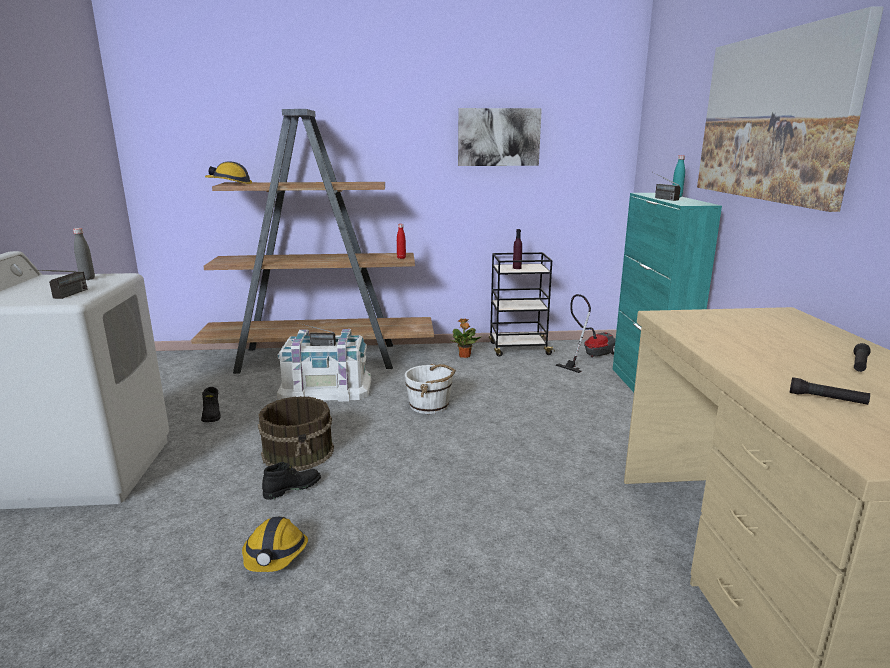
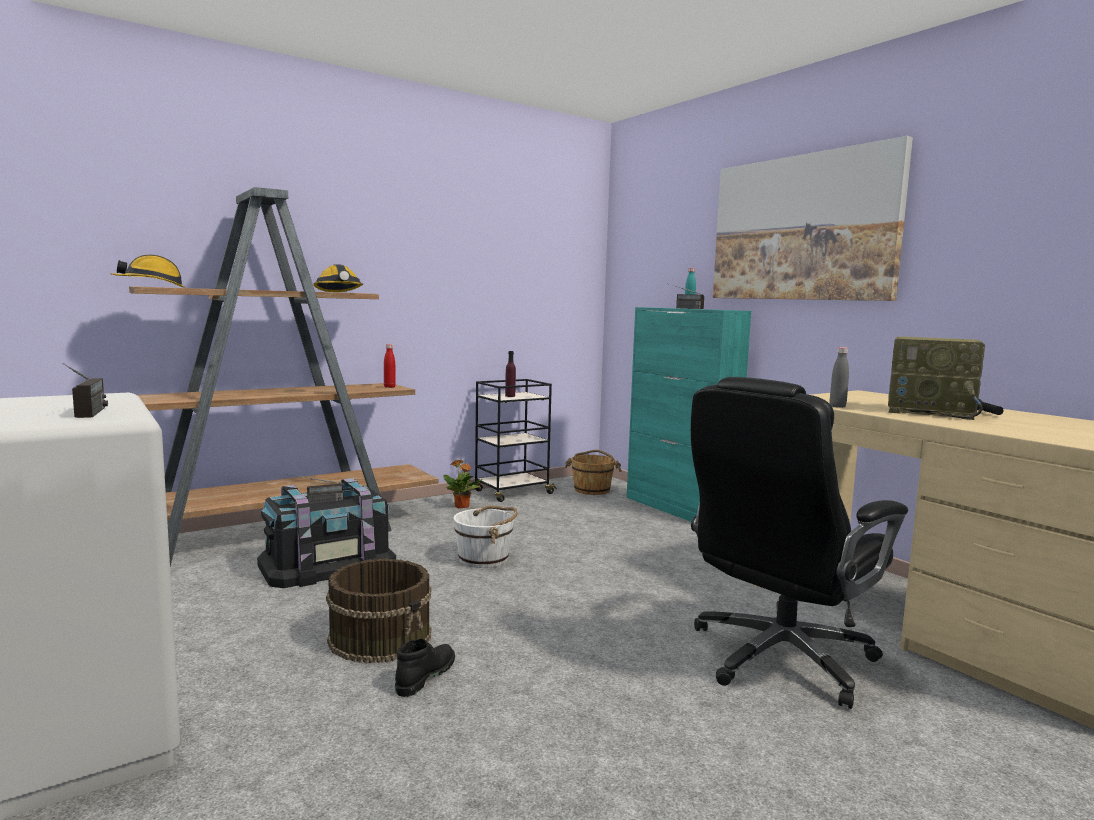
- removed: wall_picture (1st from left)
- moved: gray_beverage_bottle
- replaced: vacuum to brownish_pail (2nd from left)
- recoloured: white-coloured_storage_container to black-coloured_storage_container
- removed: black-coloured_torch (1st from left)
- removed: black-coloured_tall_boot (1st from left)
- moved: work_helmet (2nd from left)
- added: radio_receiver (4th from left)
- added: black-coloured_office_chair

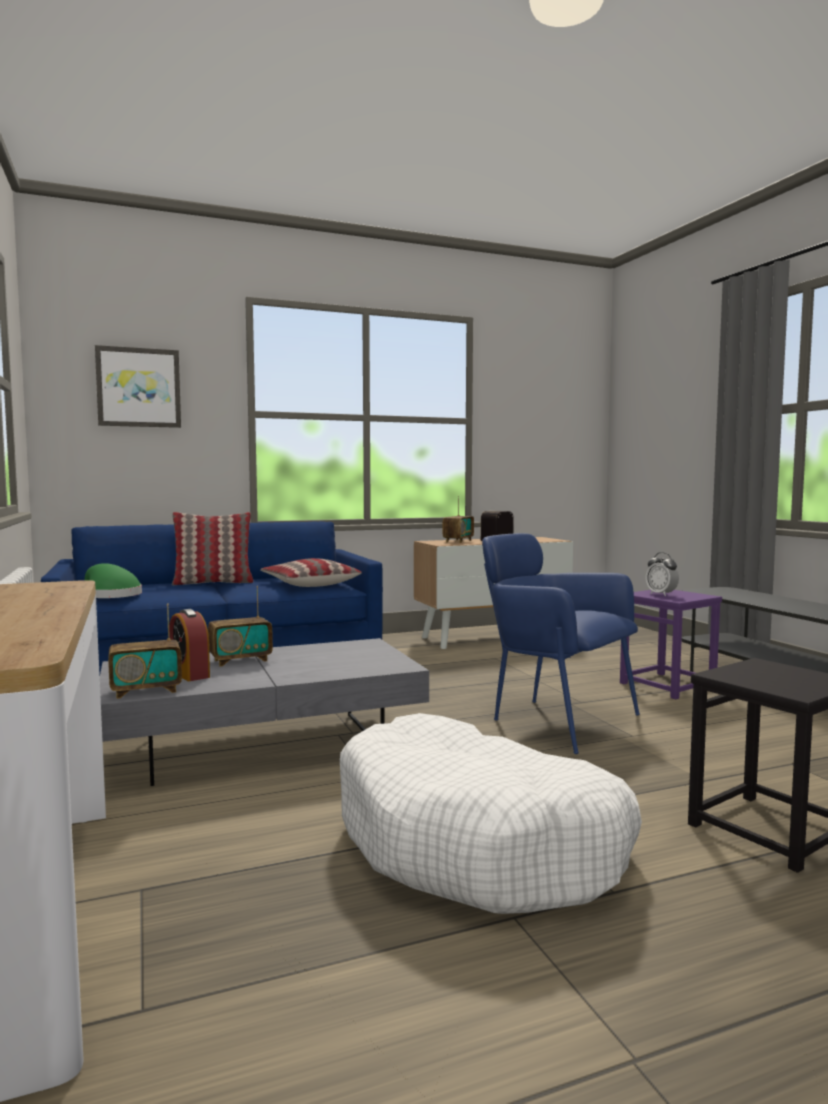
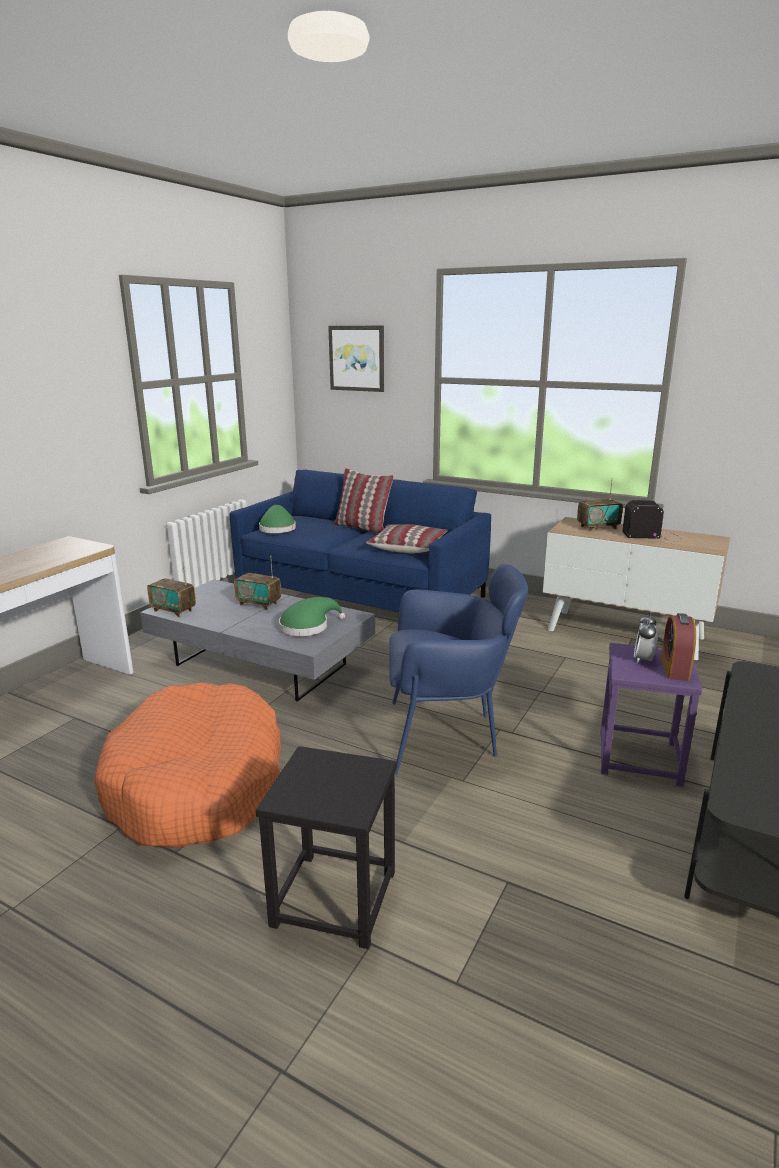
- turned: blue_easy_chair 90 degrees clockwise
- moved: table_clock (1st from left in the first image) to table_clock (2nd from left)
- recoloured: white-coloured_dog_bed to orange_dog_bed
- added: green_wearable_hat (2nd from left)

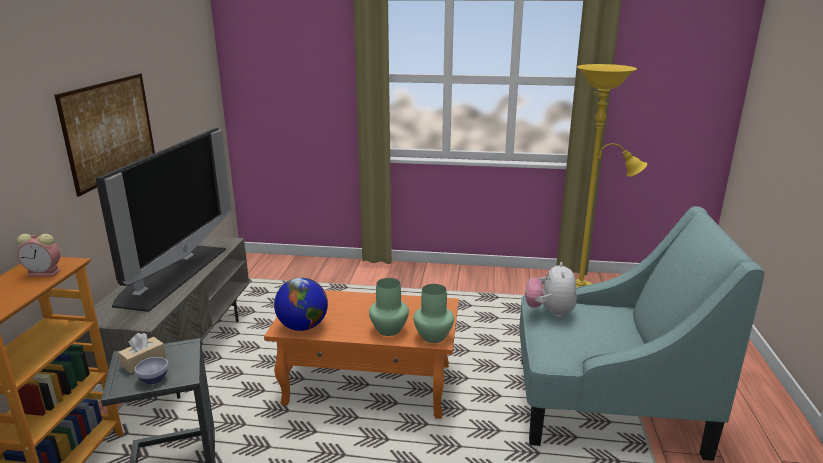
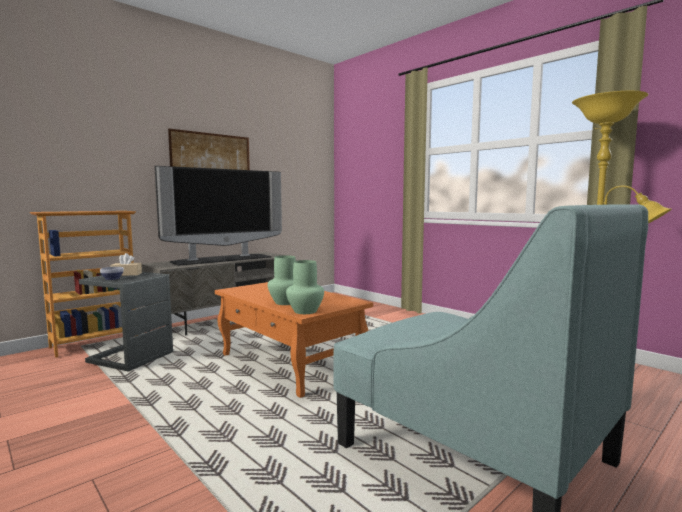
- removed: table_clock
- removed: cuddly_toy
- removed: world_globe

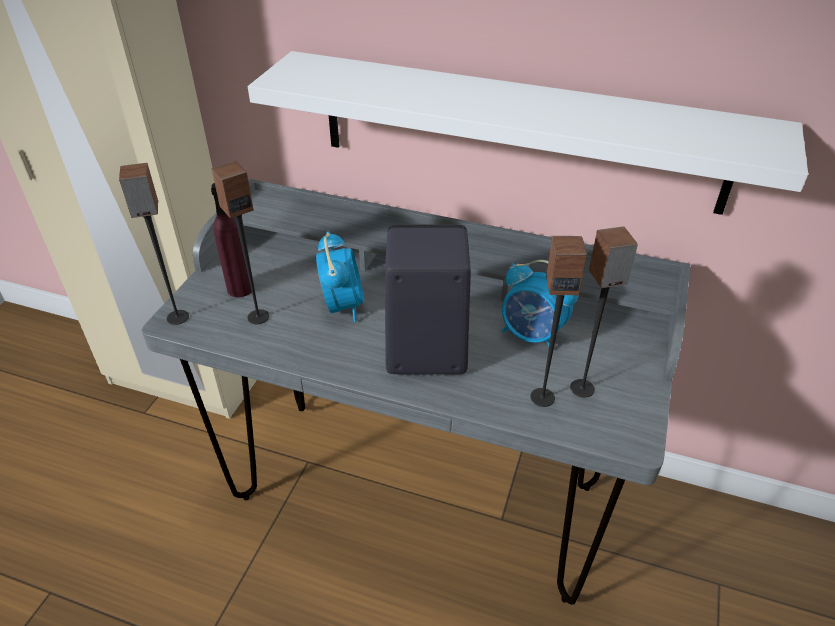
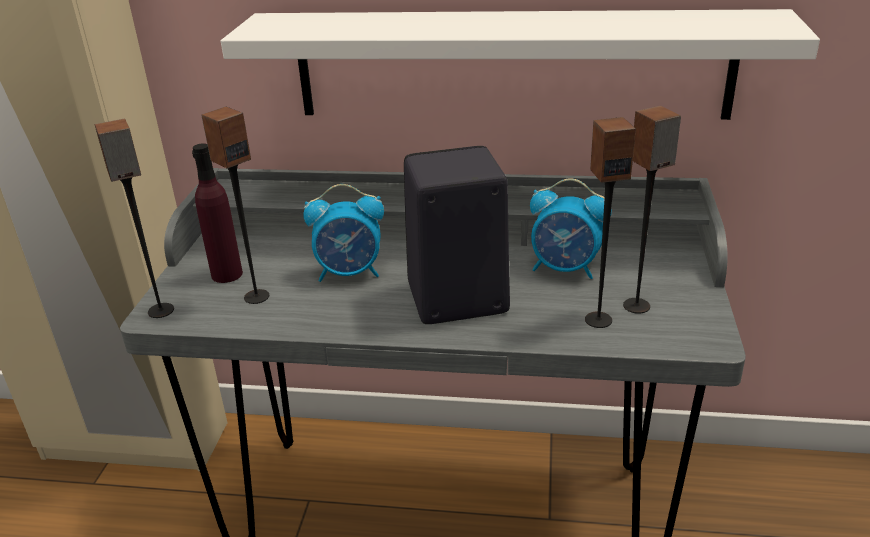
- turned: table_clock (1st from left) 105 degrees clockwise

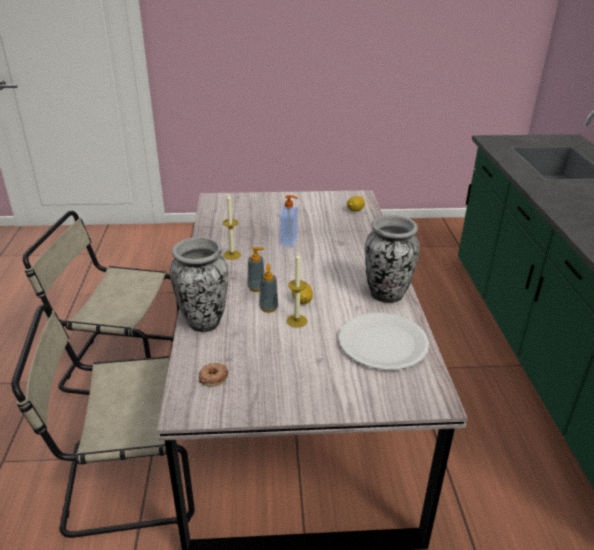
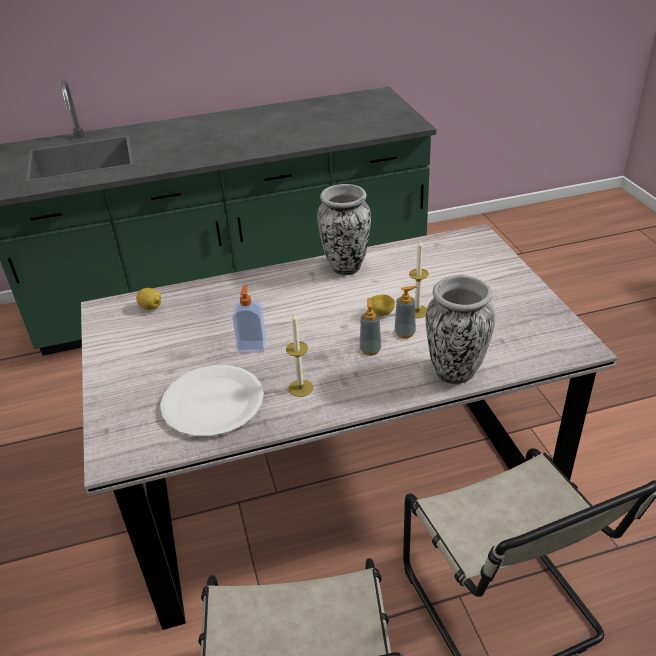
- moved: white-coloured_plate
- removed: doughnut

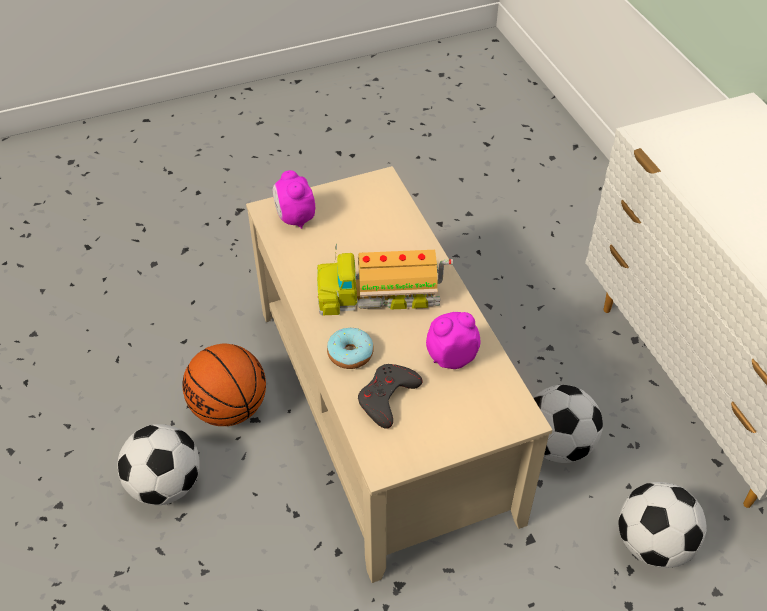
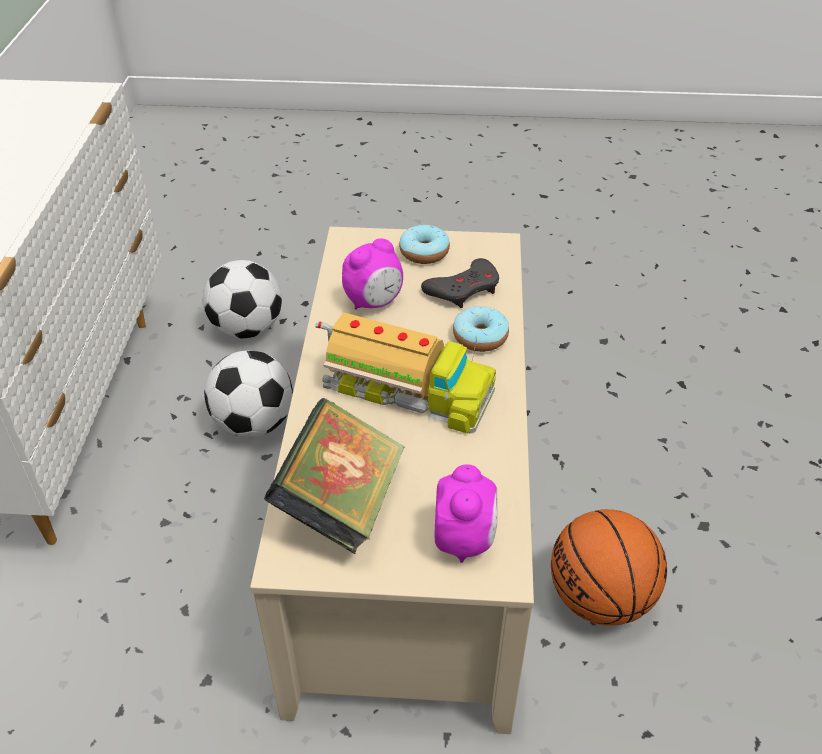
- turned: table_clock (2nd from left in the first image) 45 degrees counterclockwise
- removed: football_ball (1st from left)
- added: doughnut (1st from left)
- added: volume

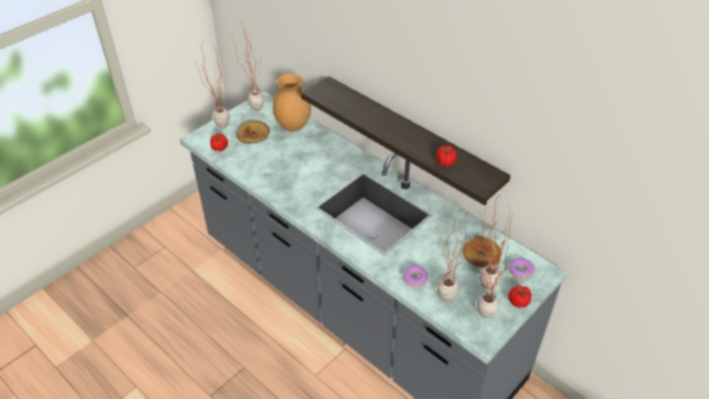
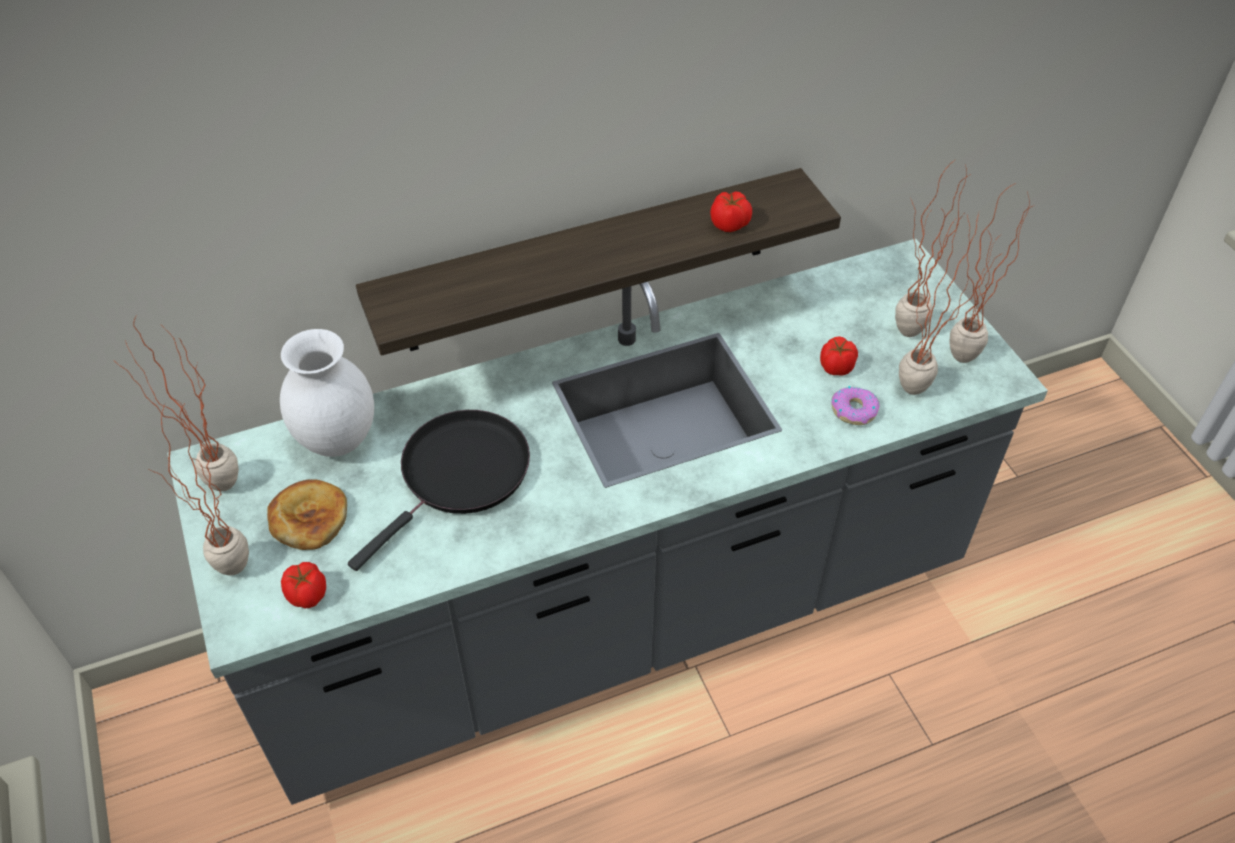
- recoloured: brownish_flower_vase to white-coloured_flower_vase
- removed: baked_bread (2nd from left)
- removed: doughnut (2nd from left)
- moved: tomato (3rd from left)
- added: black-coloured_pan

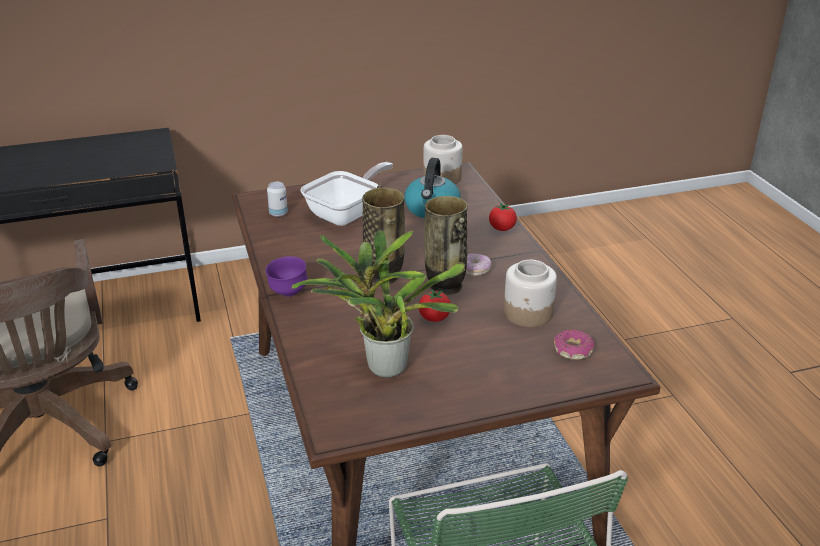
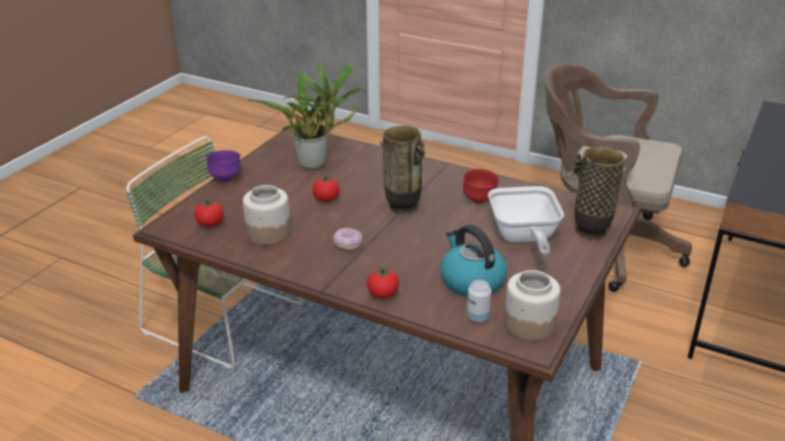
- moved: sealed_can
- moved: flower_vase (2nd from left)
- moved: purple-coloured_bowl
- replaced: doughnut (2nd from left) to tomato (1st from left)
- added: reddish_bowl

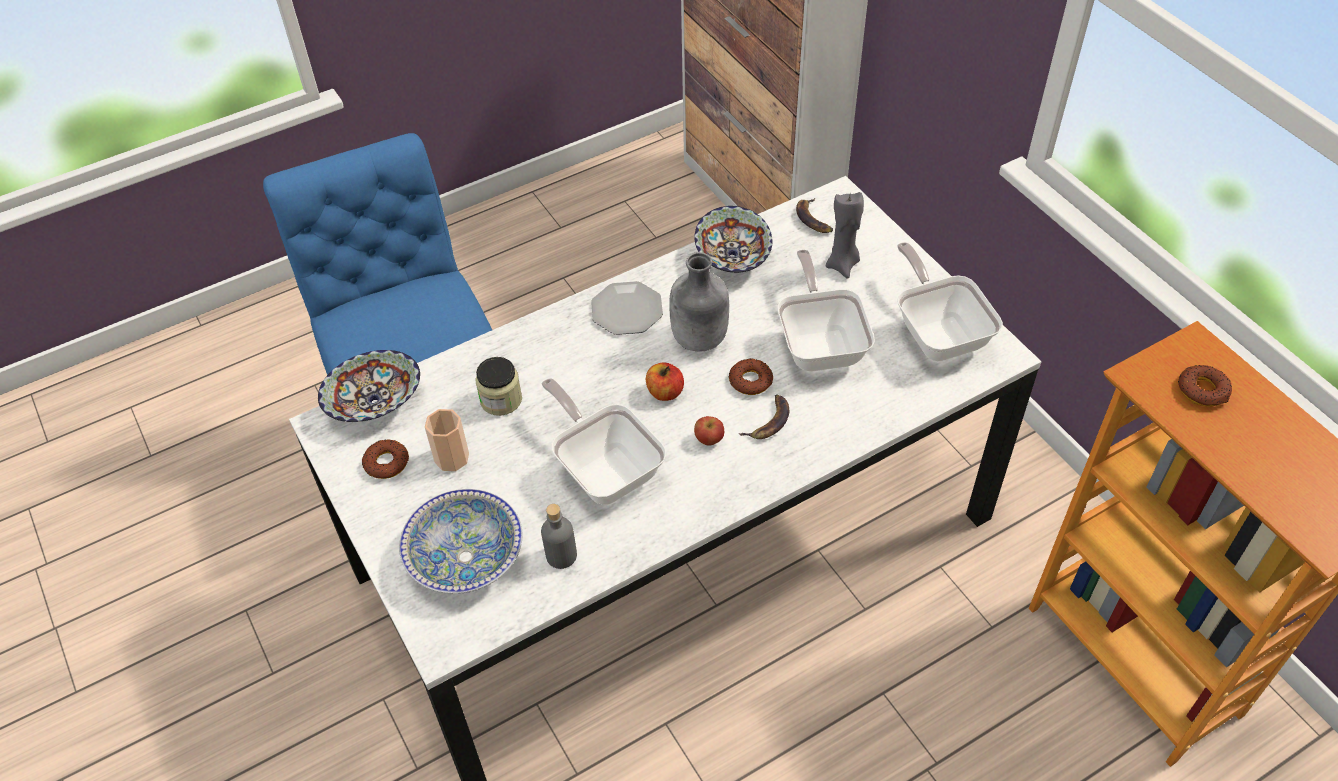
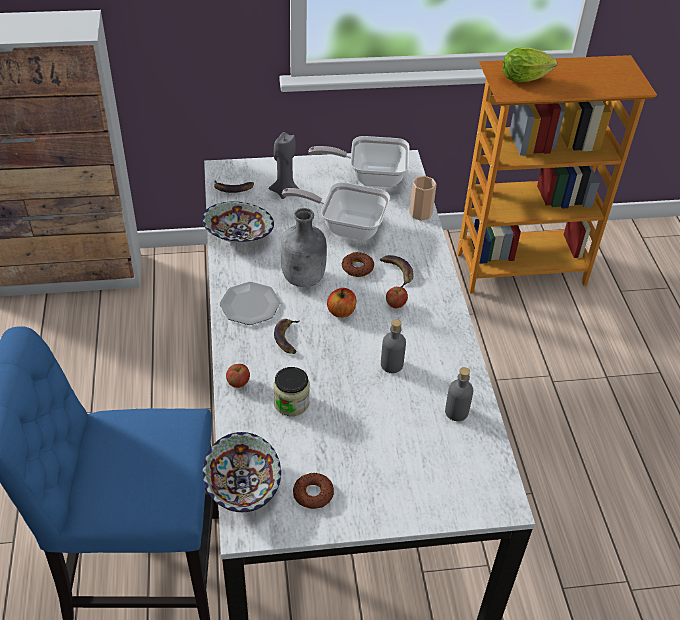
- replaced: doughnut (3rd from left) to lettuce
- replaced: pan (1st from left) to gray_beverage_bottle (2nd from left)
- moved: cup
- removed: bowl (2nd from left)
- added: whole_banana (2nd from left)
- added: apple (1st from left)

